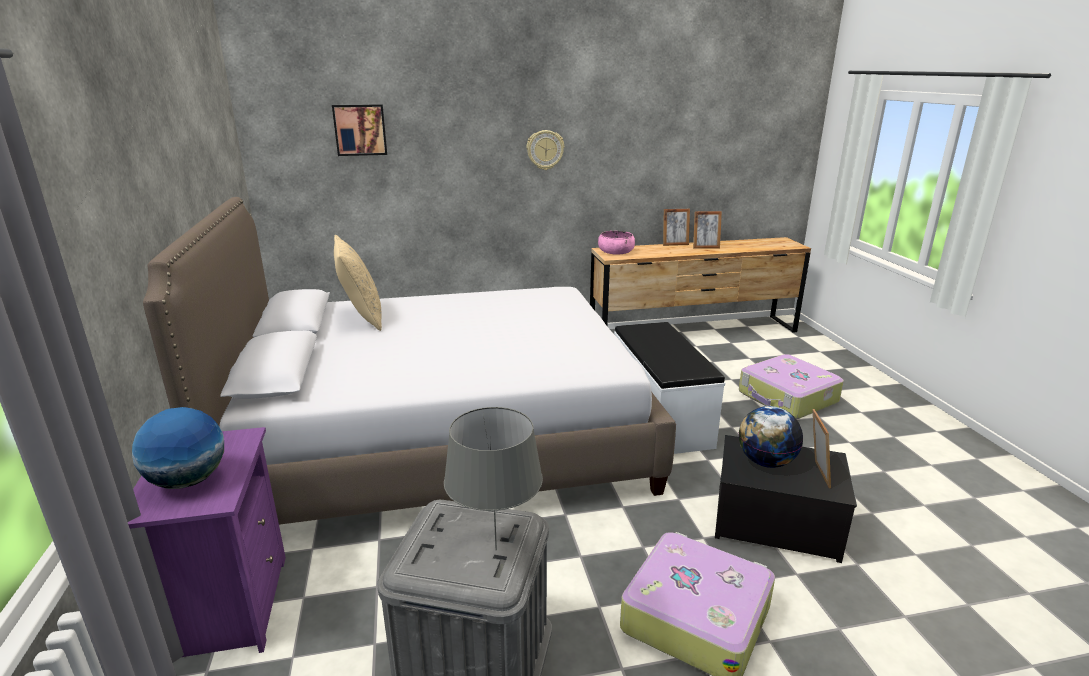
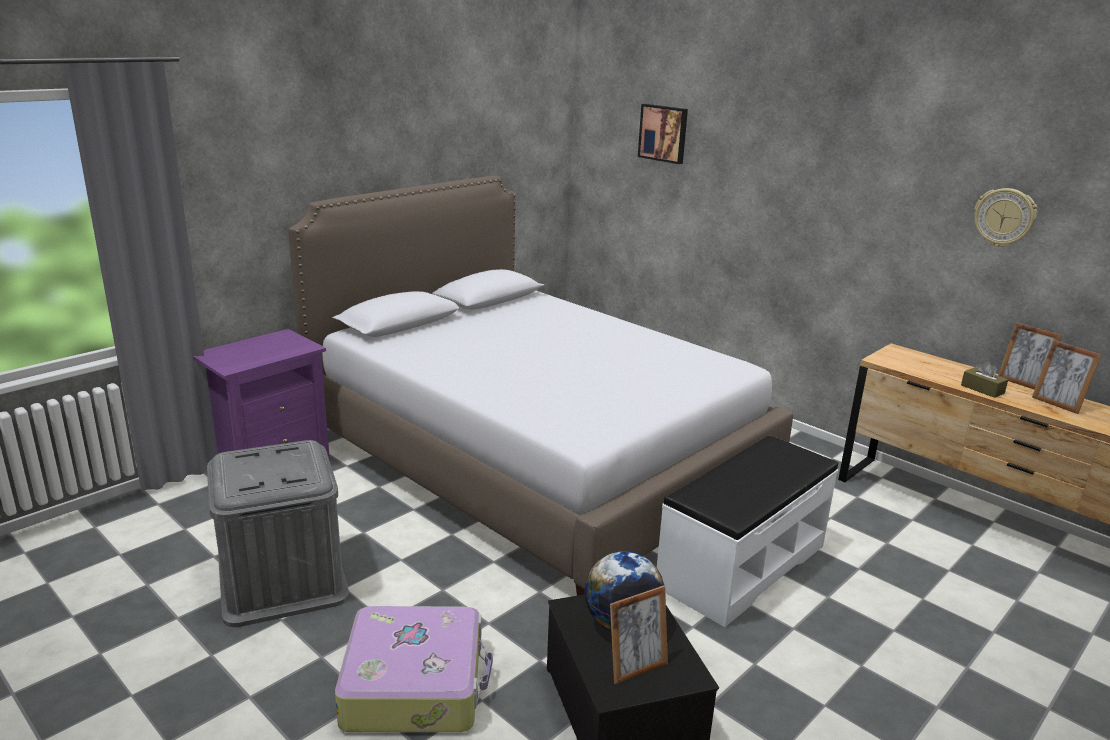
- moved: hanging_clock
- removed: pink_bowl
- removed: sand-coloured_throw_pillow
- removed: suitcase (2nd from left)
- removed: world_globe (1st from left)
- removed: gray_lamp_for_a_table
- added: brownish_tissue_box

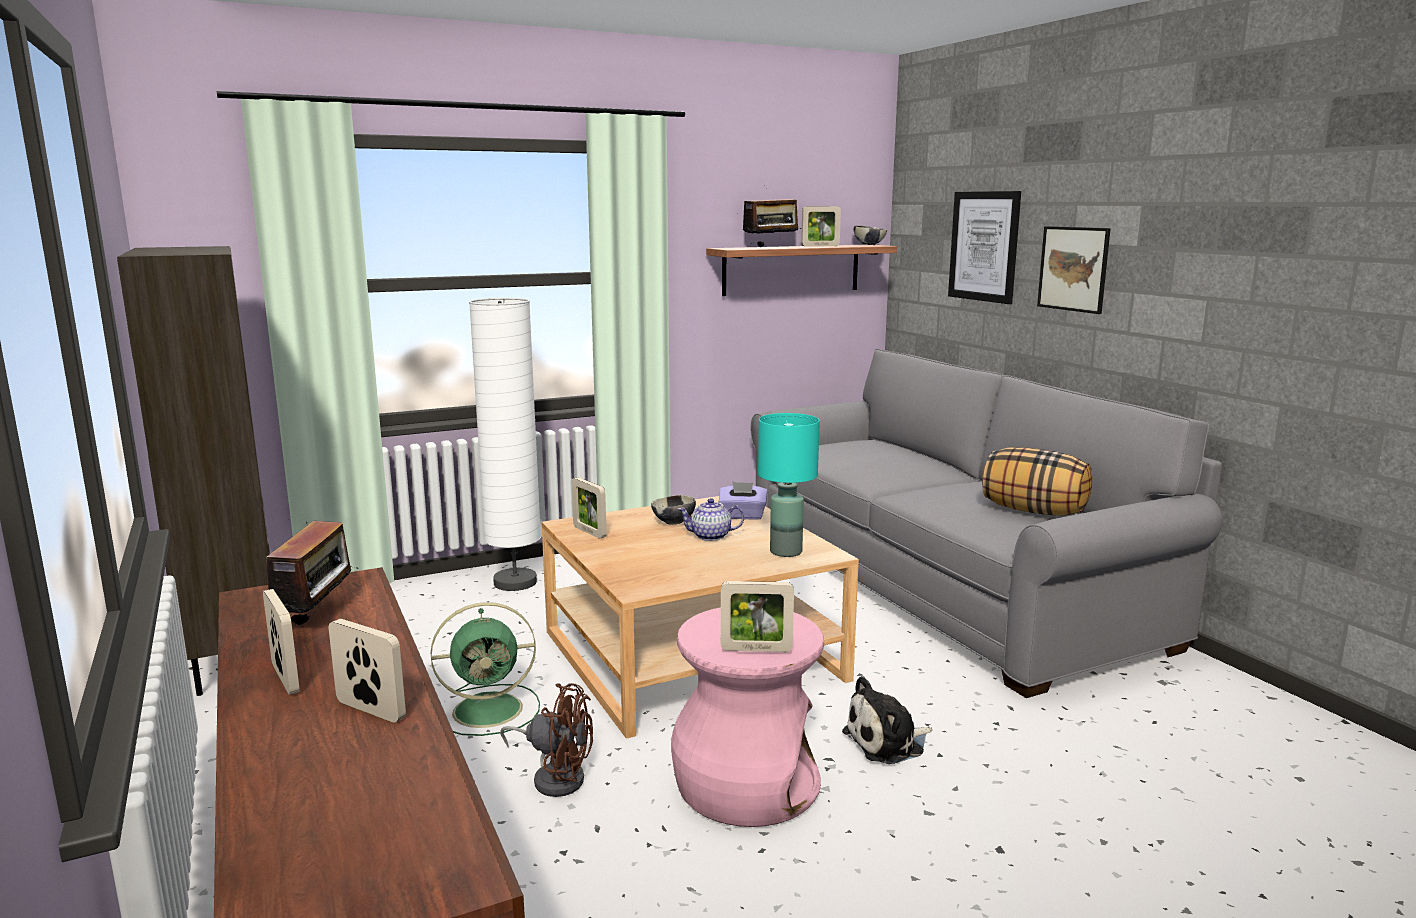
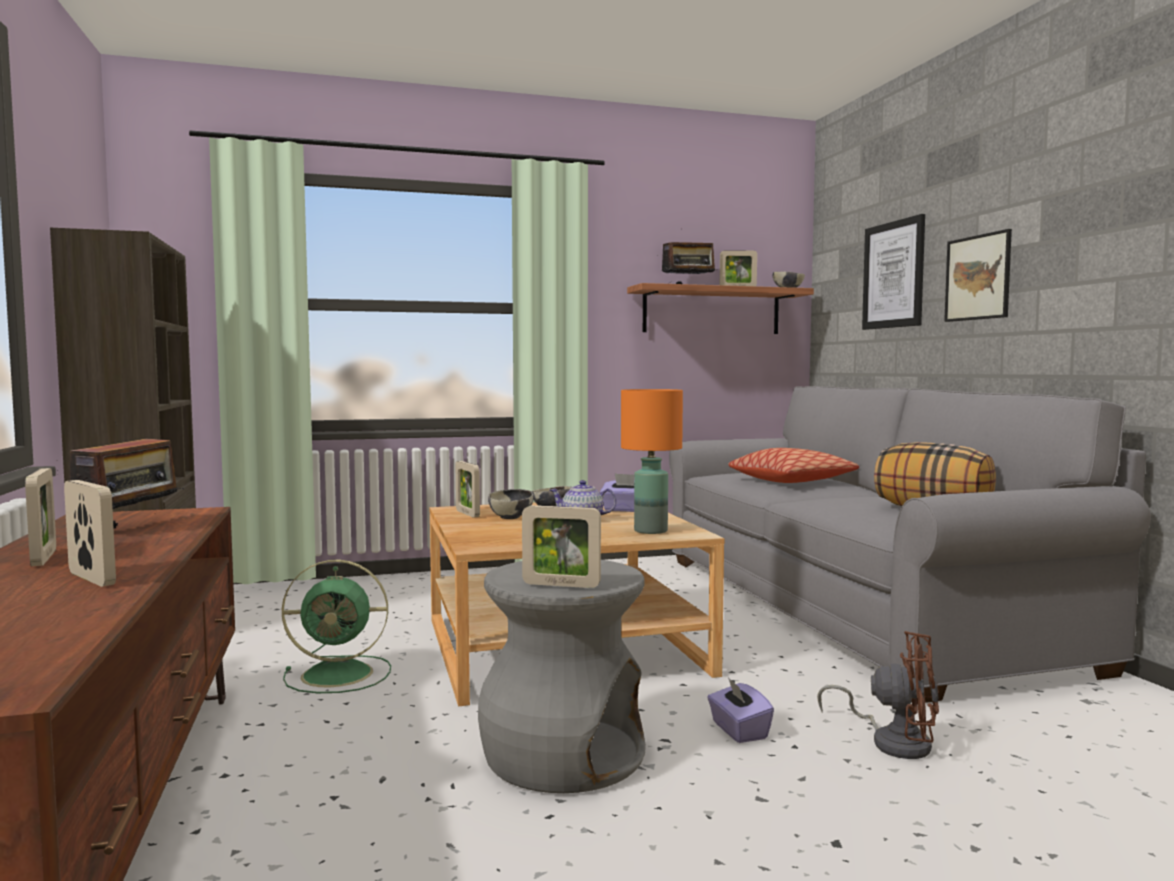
- removed: white-coloured_standing_lamp
- recoloured: turquoise_lamp_for_a_table to orange_lamp_for_a_table
- recoloured: pink_stool to gray_stool
- replaced: cuddly_toy to purple-coloured_tissue_box (2nd from left)
- moved: brownish_fan
- added: throw_pillow (1st from left)
- added: bowl (1st from left)

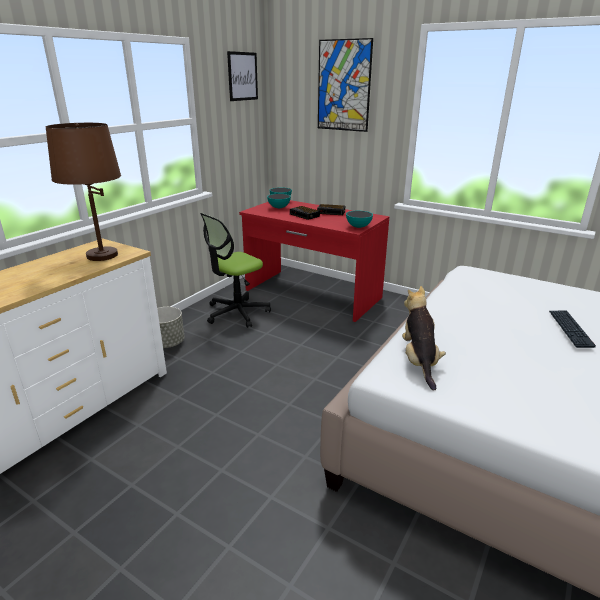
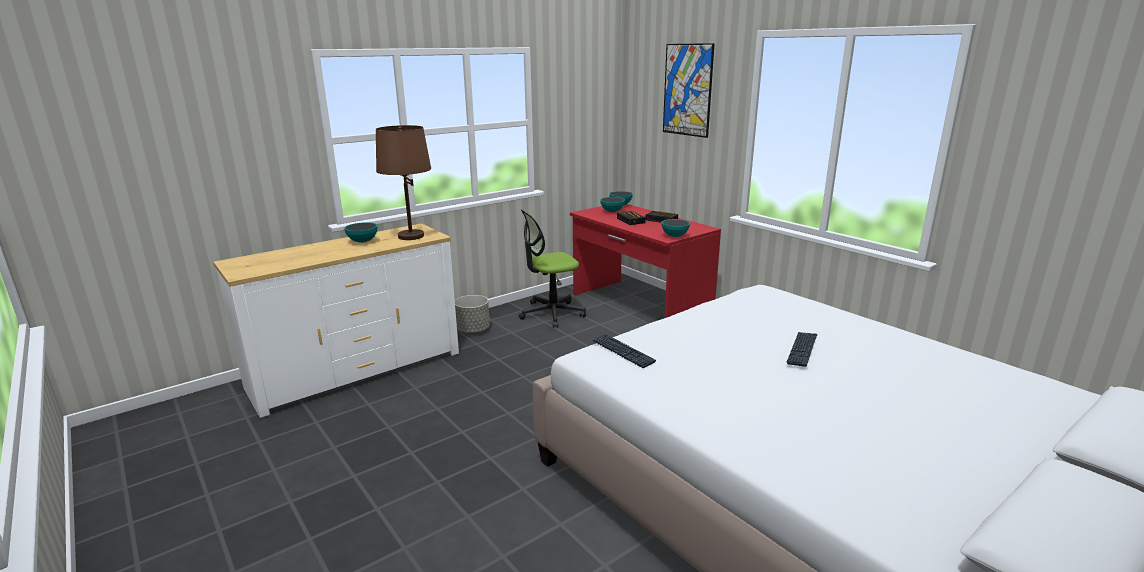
- removed: wall_picture (1st from left)
- replaced: cuddly_toy to computer_keyboard (1st from left)
- added: bowl (1st from left)

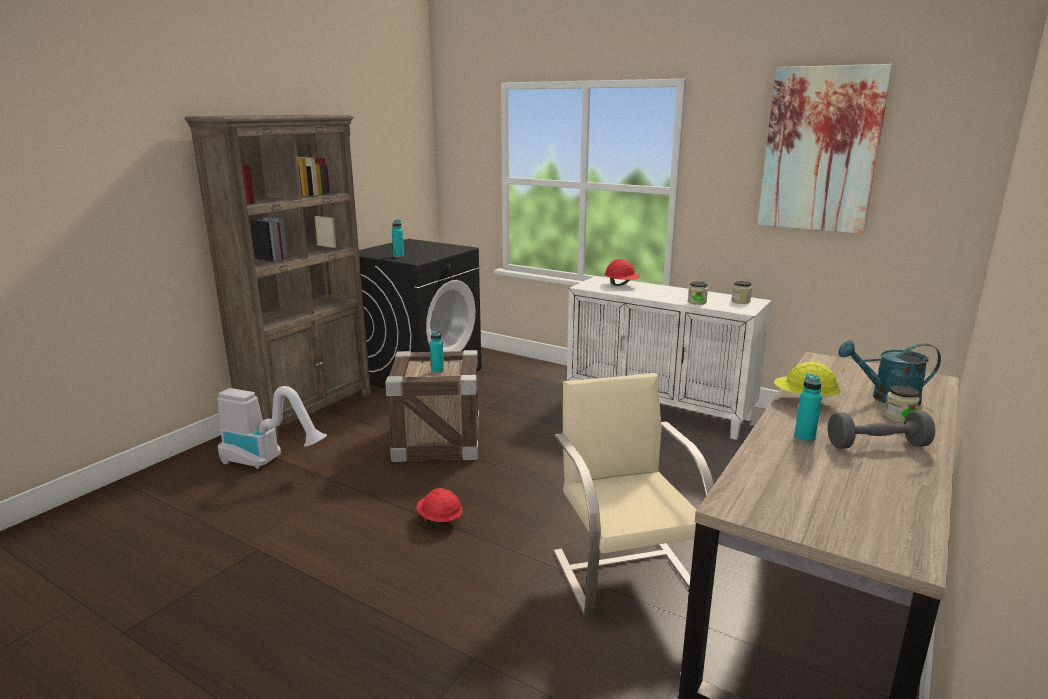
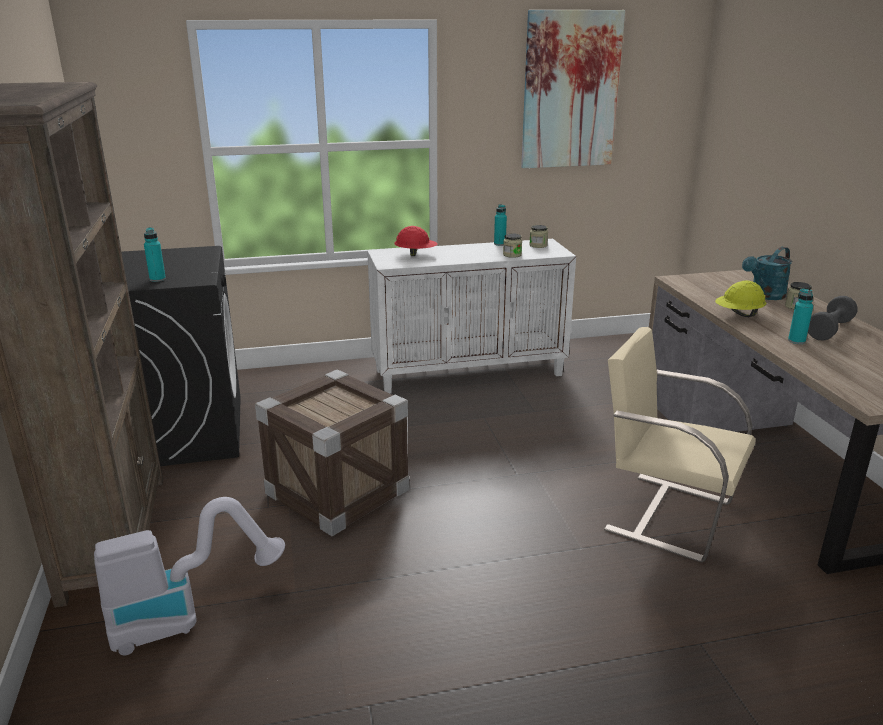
- moved: turquoise_beverage_bottle (2nd from left)
- removed: reddish_work_helmet (1st from left)

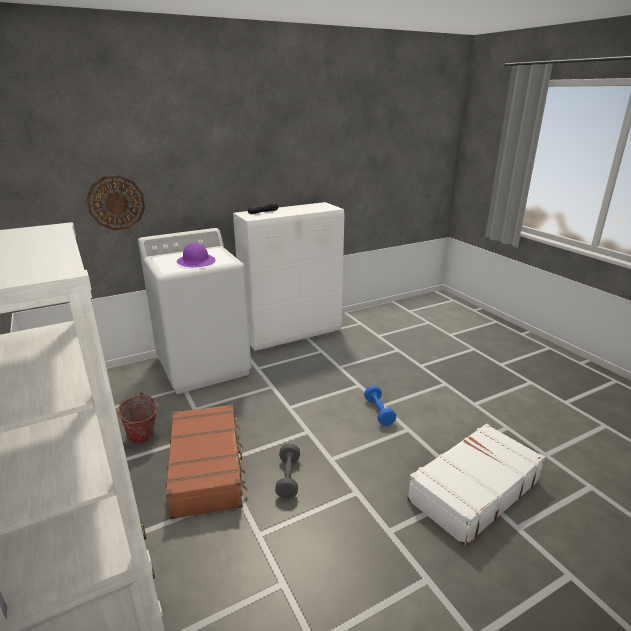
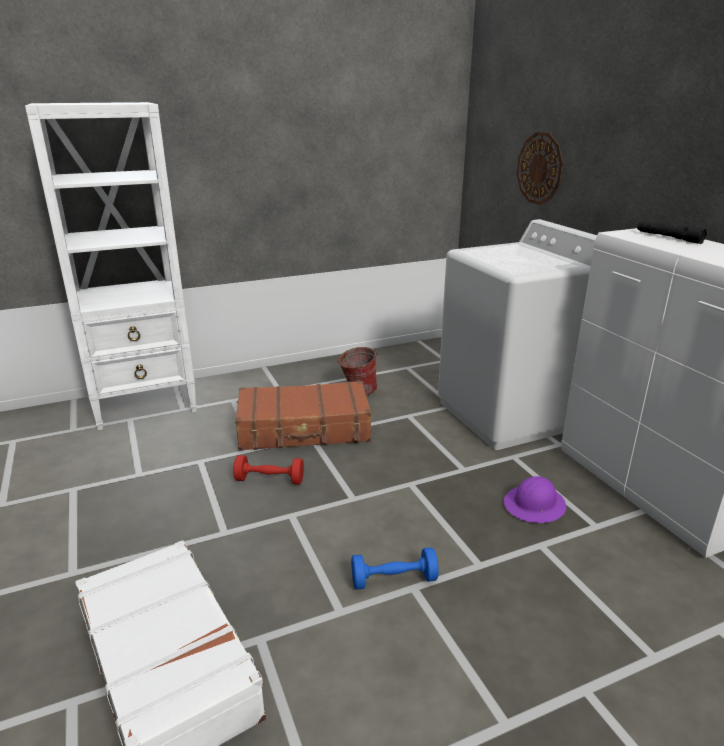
- moved: purple-coloured_work_helmet
- recoloured: gray_dumbbell to reddish_dumbbell

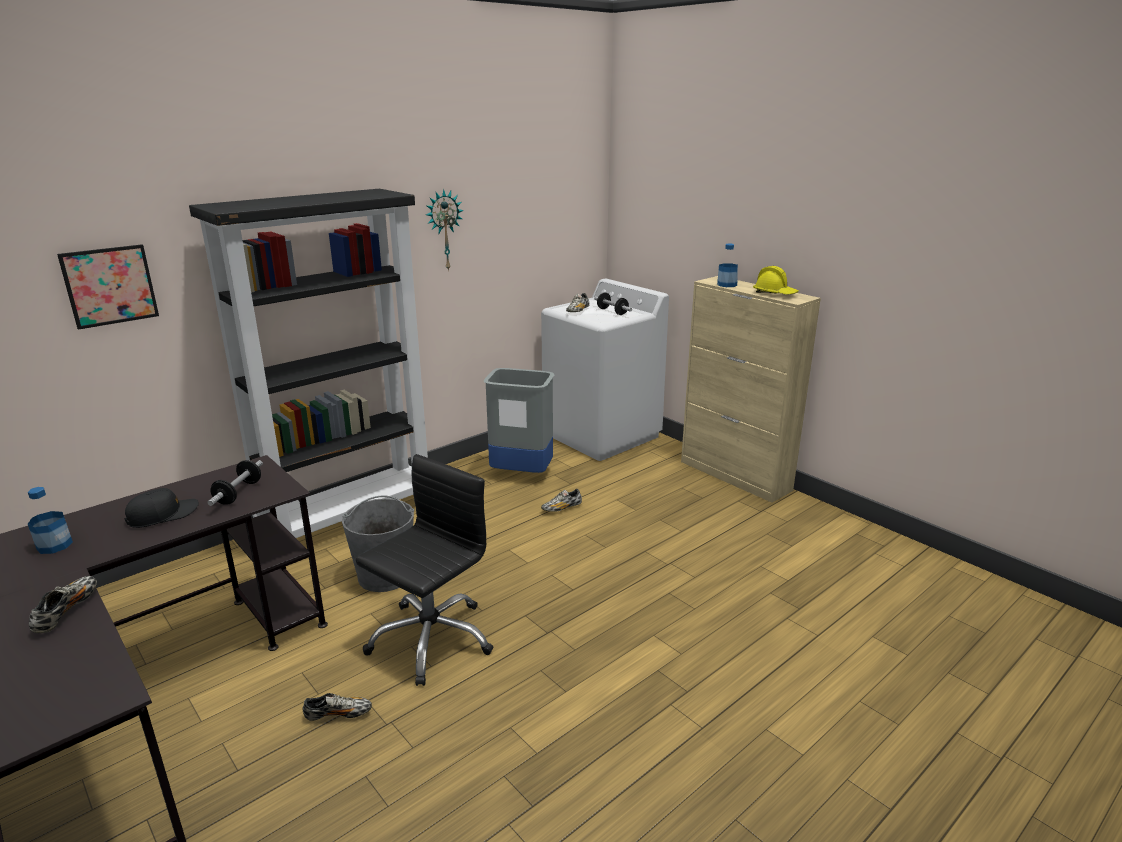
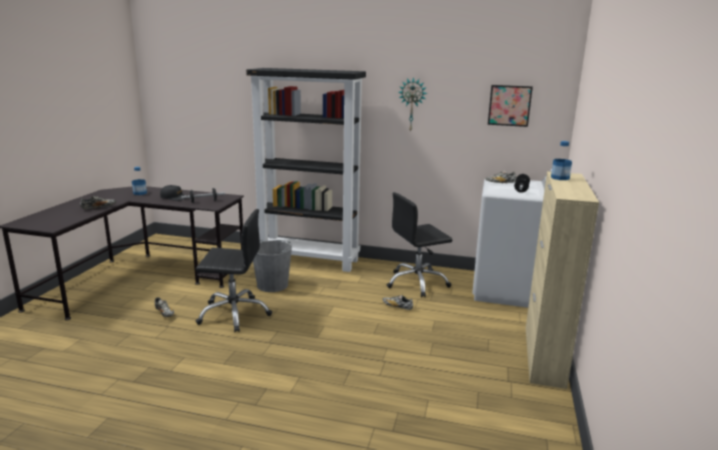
- moved: wall_picture
- removed: yellow_work_helmet
- replaced: gray_rubbish_bin to black-coloured_office_chair (2nd from left)

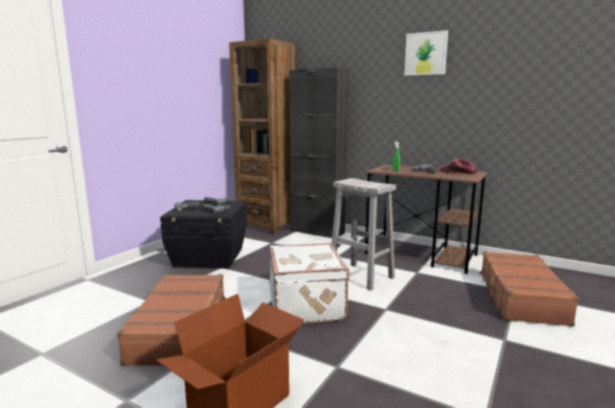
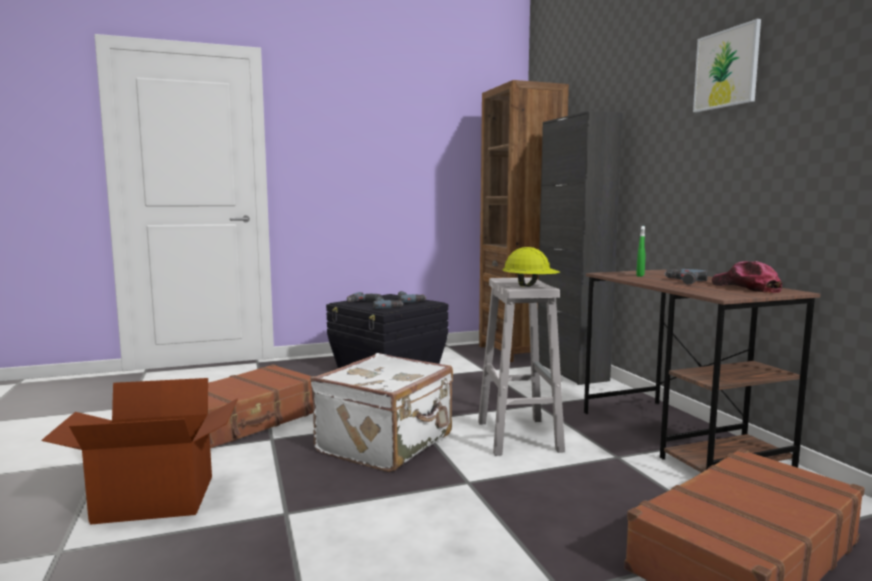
- added: yellow_work_helmet

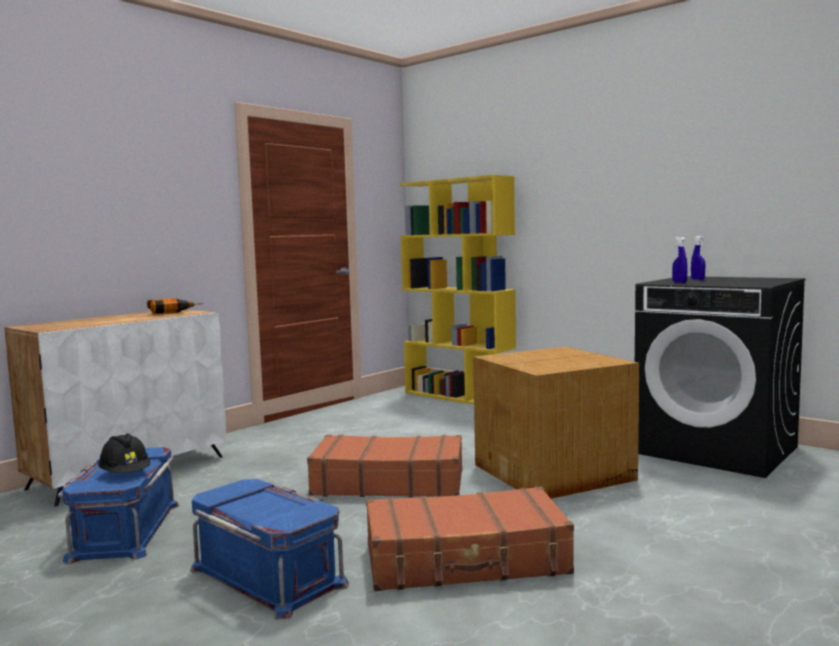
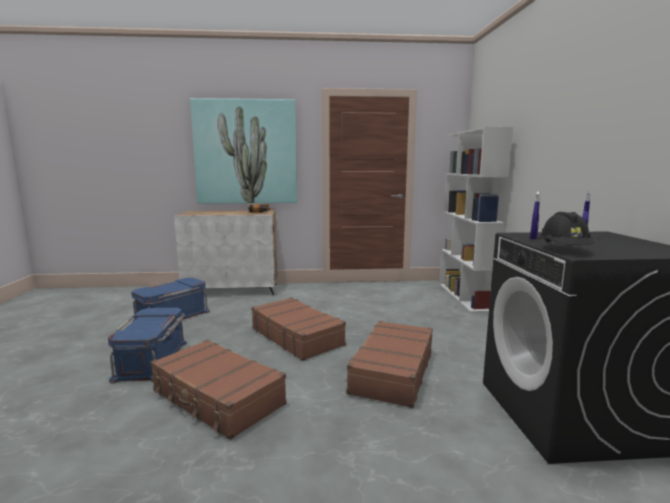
- recoloured: yellow_bookshelf to white-coloured_bookshelf
- replaced: carton to brownish_suitcase (3rd from left)
- moved: black-coloured_work_helmet
- added: wall_picture

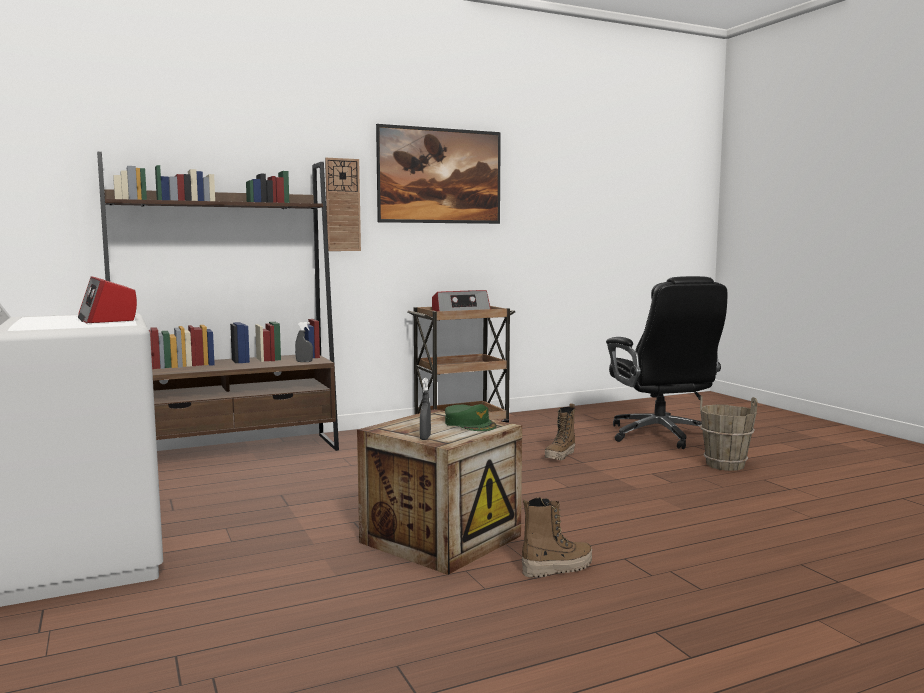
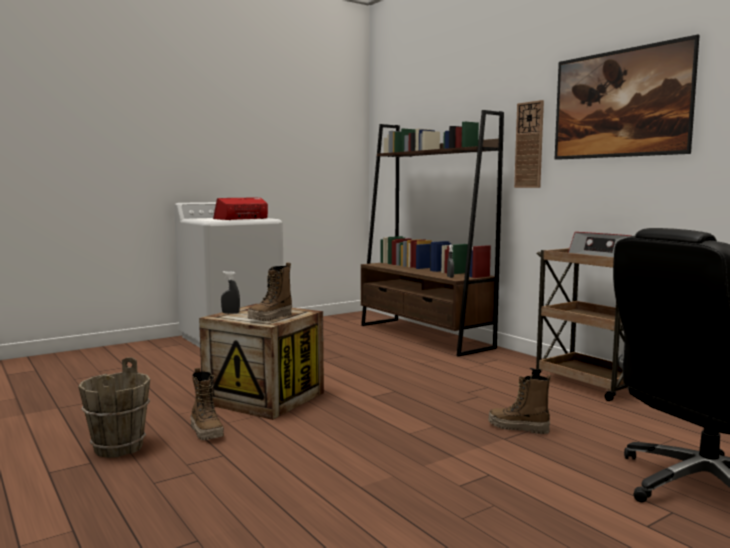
- moved: brownish_pail
- replaced: green_baseball_cap to tall_boot (2nd from left)

